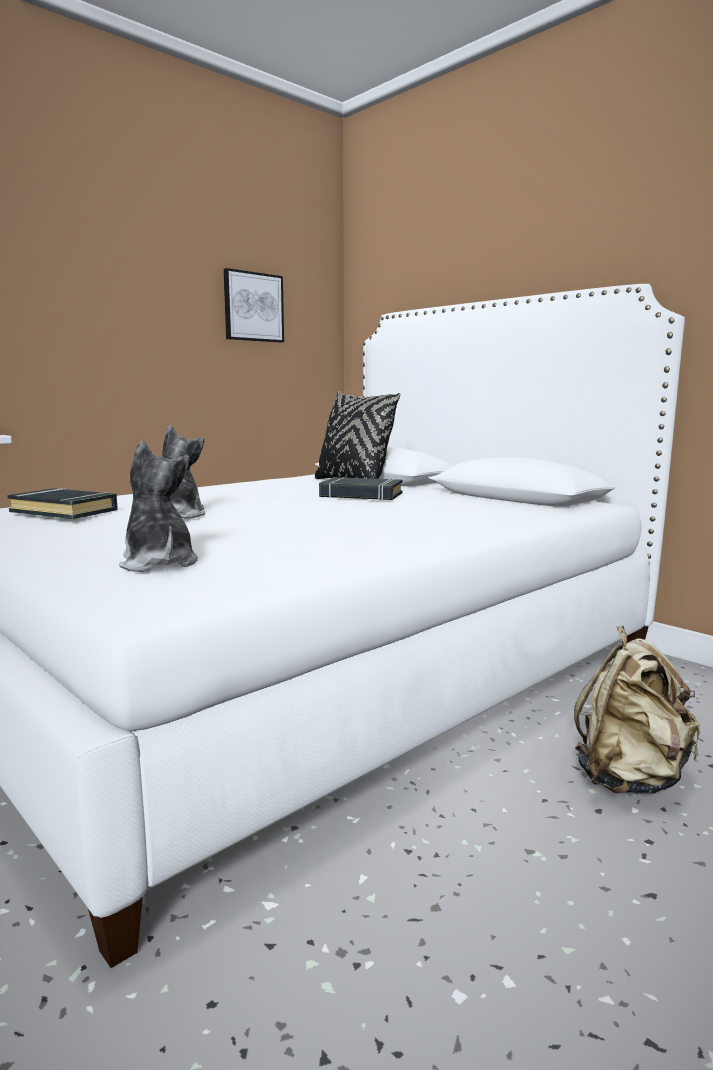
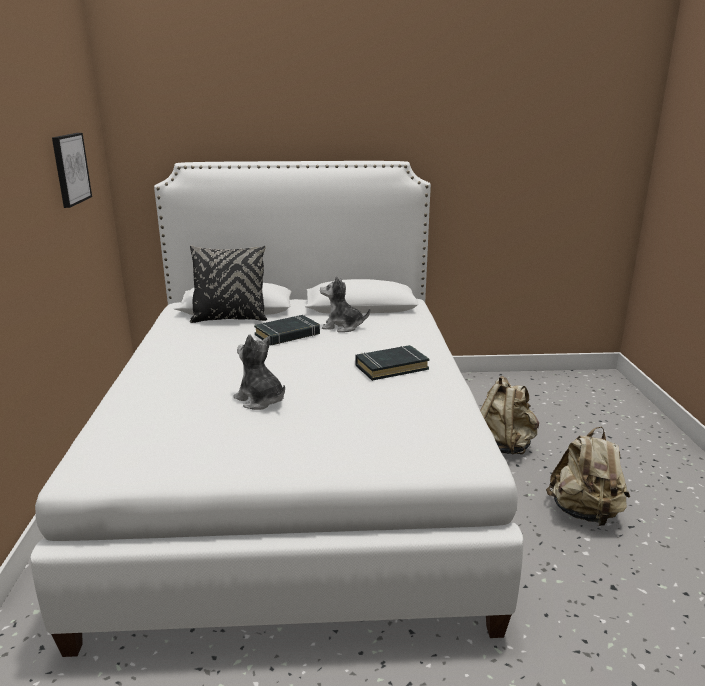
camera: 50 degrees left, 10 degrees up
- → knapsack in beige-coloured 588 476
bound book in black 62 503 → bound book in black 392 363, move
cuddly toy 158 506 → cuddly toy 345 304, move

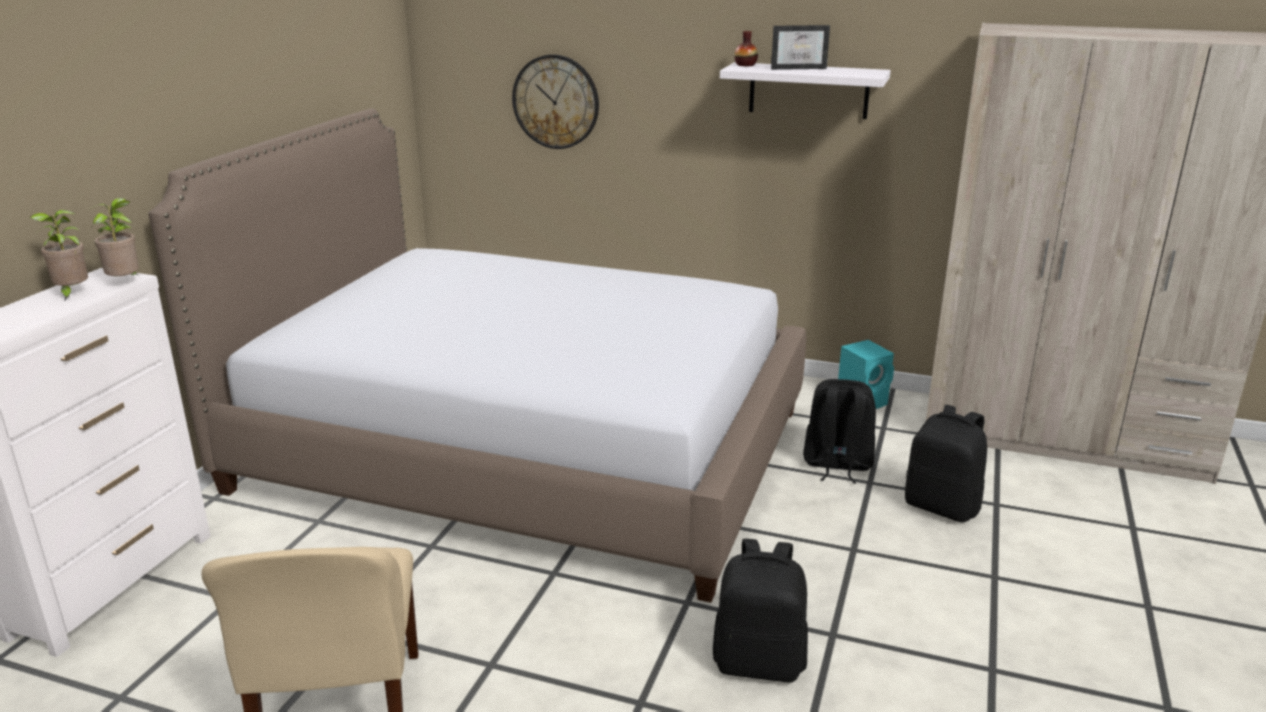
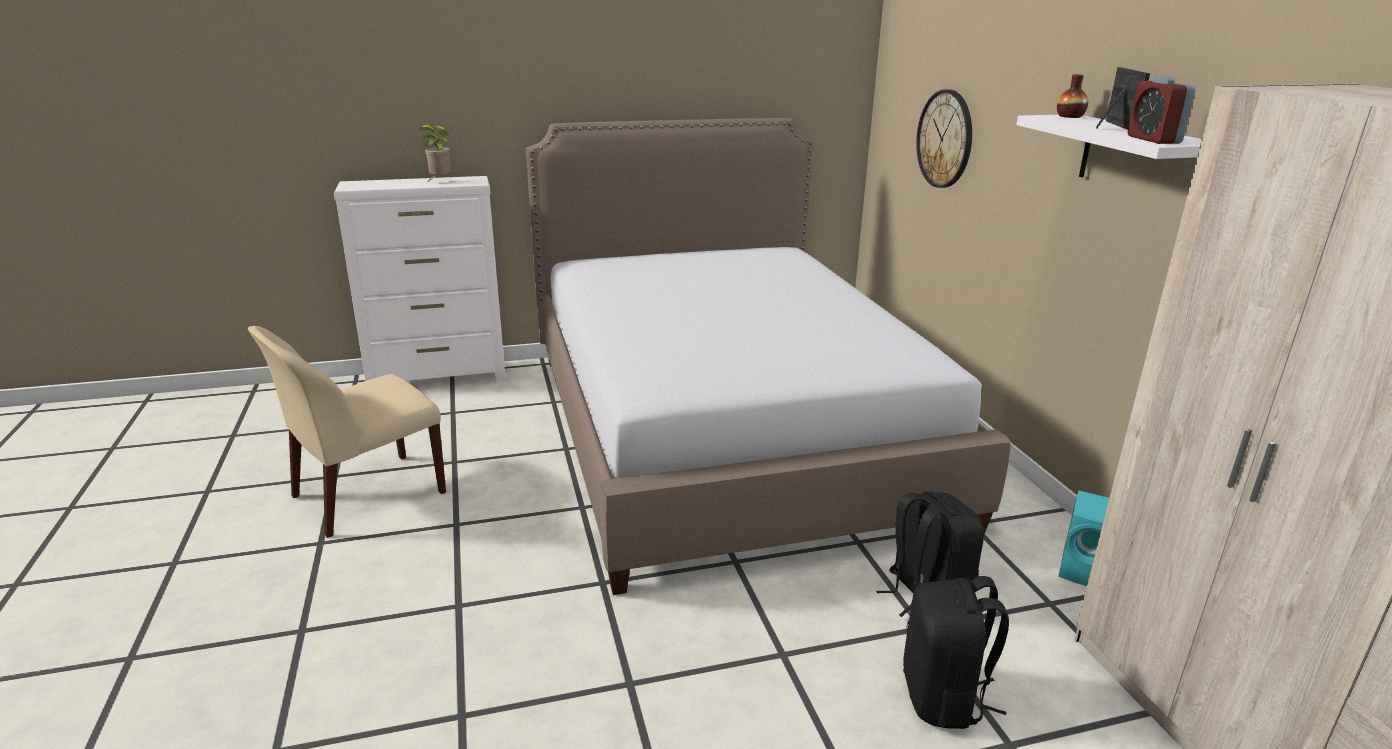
camera: 55 degrees right, 0 degrees up
houseplant 114 237 → -
knapsack in black 760 610 → -
- → bedside clock 1162 110
photo frame 800 47 → photo frame 1123 98, 135 degrees counterclockwise

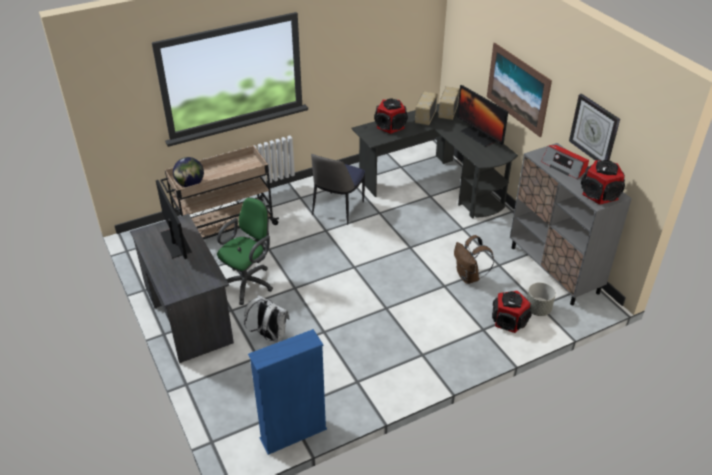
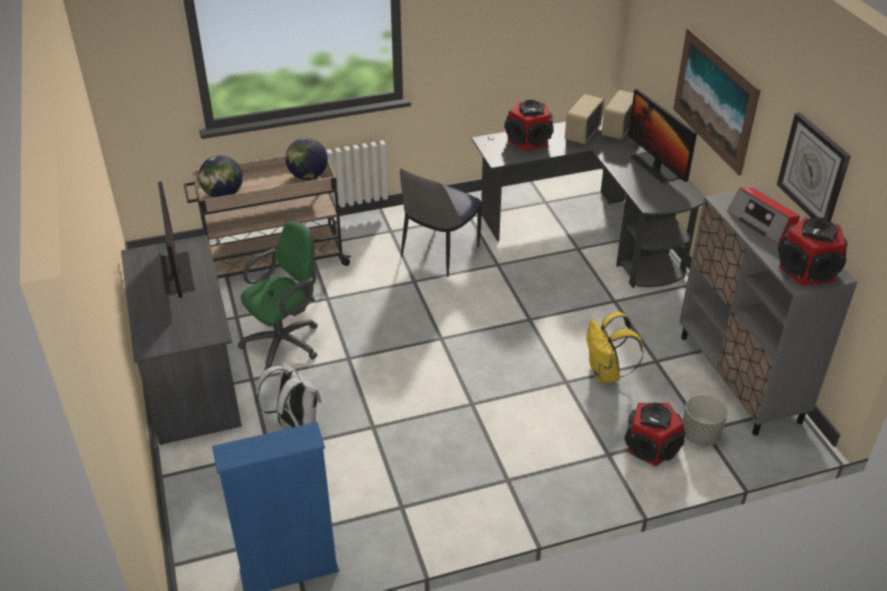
camera: 10 degrees right, 0 degrees up
- → globe 306 159
knapsack in brown 474 259 → knapsack in yellow 615 347

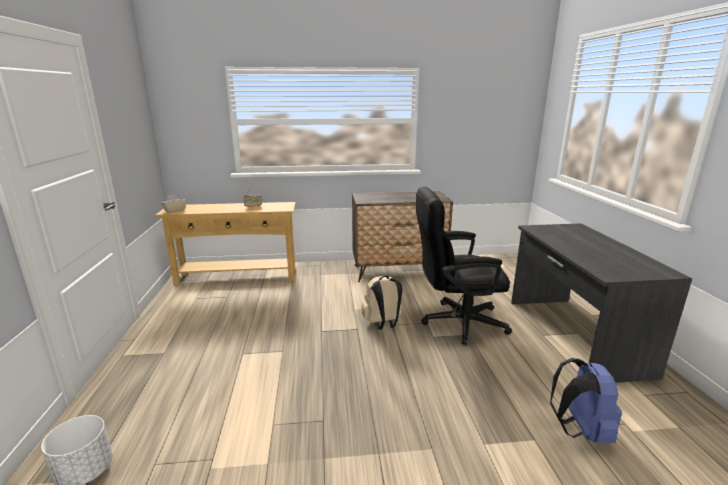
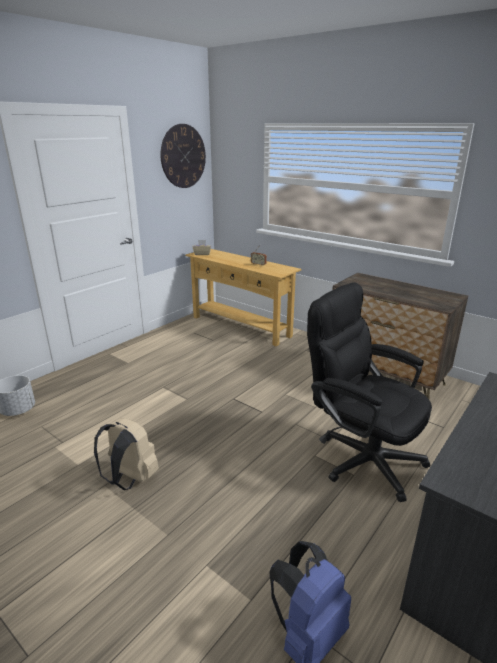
camera: 45 degrees right, 5 degrees up
- → wall clock 183 156
knapsack in beige-coloured 382 303 → knapsack in beige-coloured 126 454, move

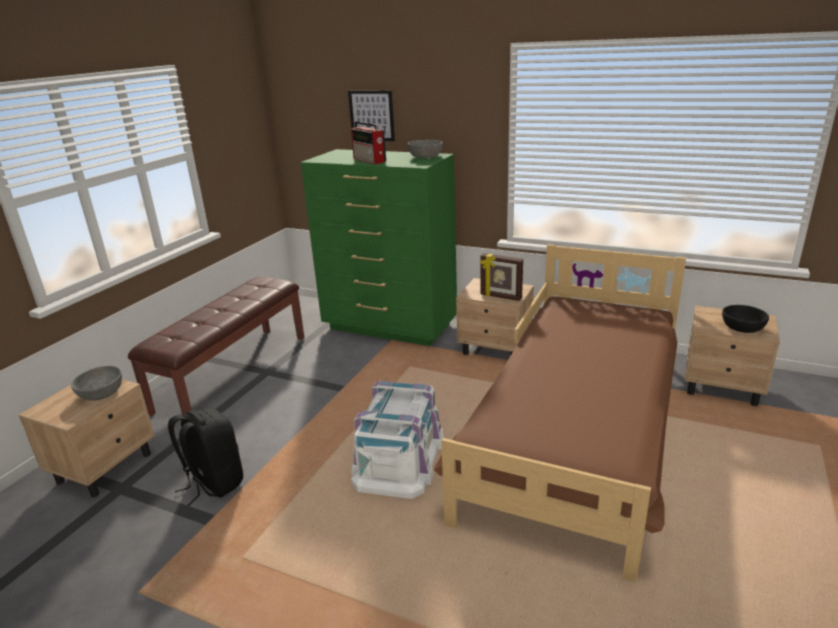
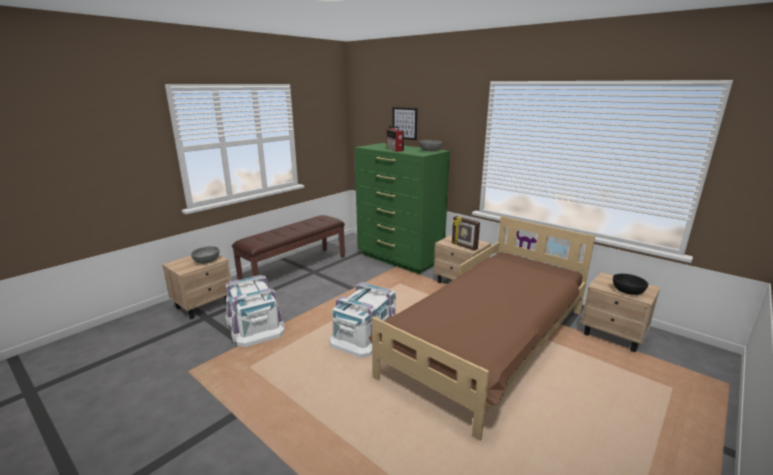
camera: 15 degrees right, 5 degrees down
knapsack in black 205 457 → storage box in whitish 255 311

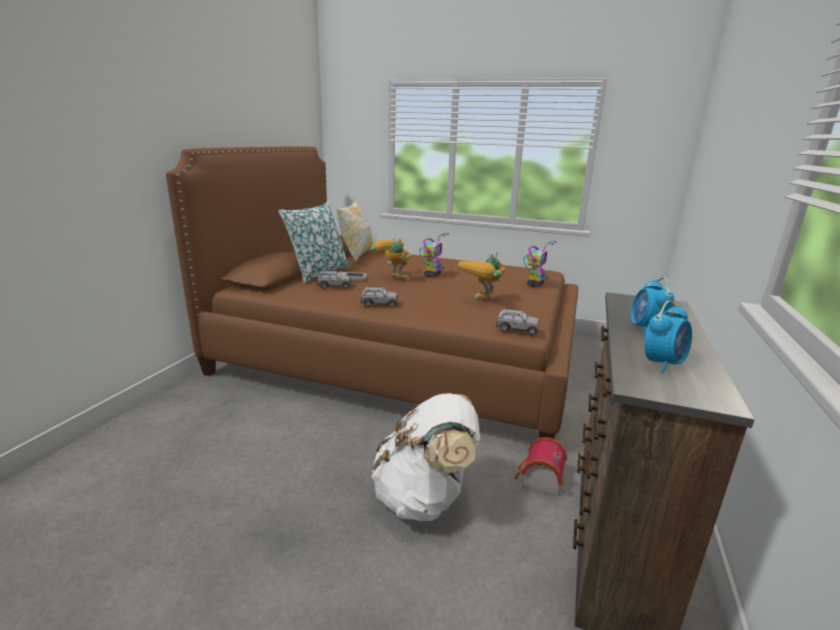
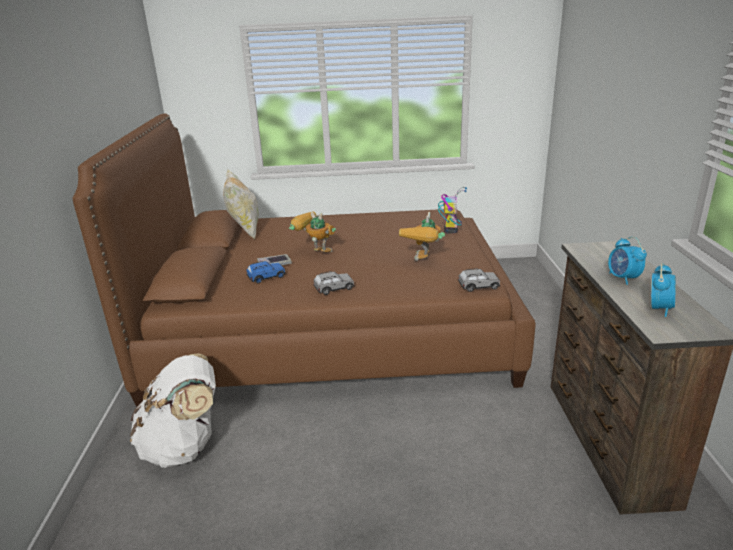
camera: 20 degrees left, 5 degrees up
throw pillow 314 243 → -
robot figure 434 255 → -
miniature house 540 466 → -
knapsack in whitish 425 457 → knapsack in whitish 173 411, move
miniature car in greyish 334 279 → miniature car in bluish 266 272

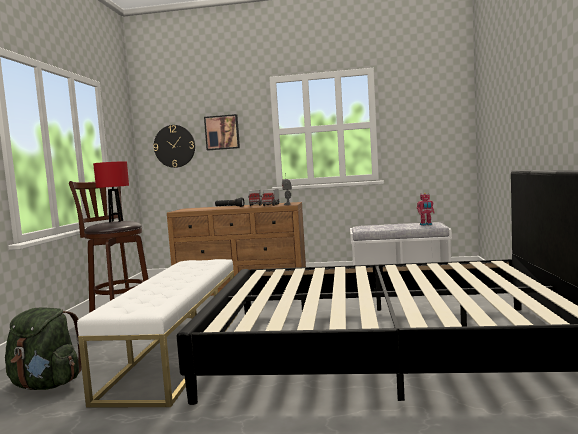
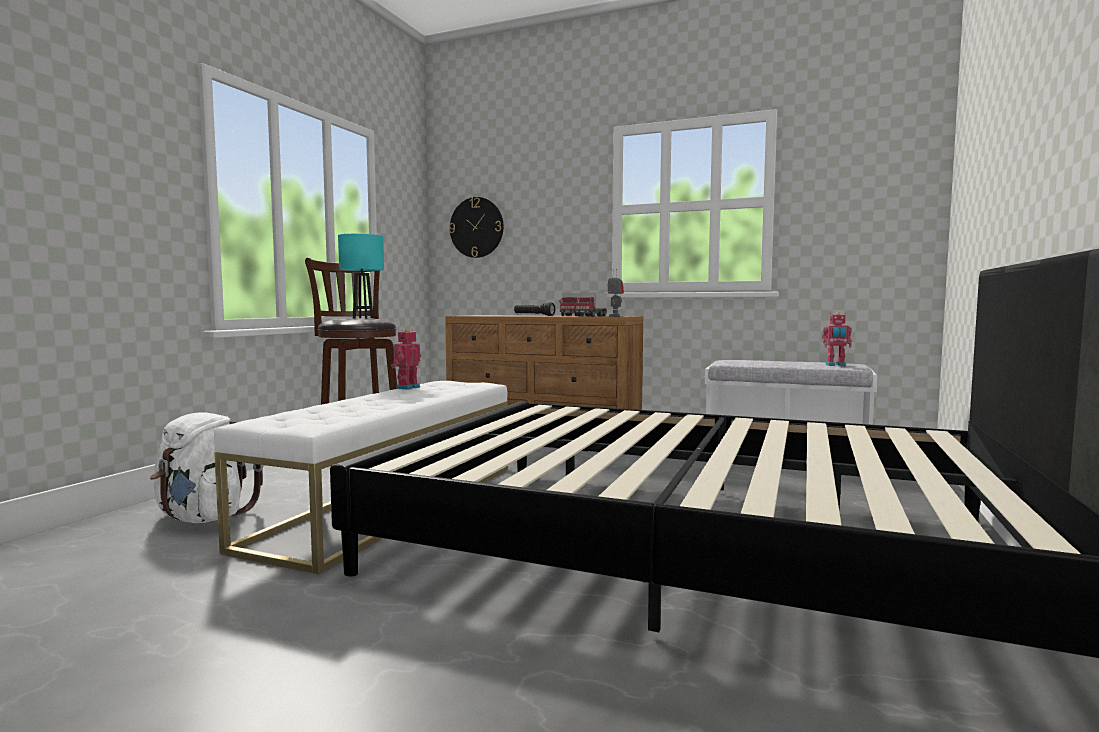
camera: 15 degrees right, 0 degrees up
wall art 222 132 → -
- → robot figure 406 359
knapsack in greenish 43 348 → knapsack in whitish 206 467
tabletop lamp in red-coloured 111 192 → tabletop lamp in turquoise-coloured 361 276

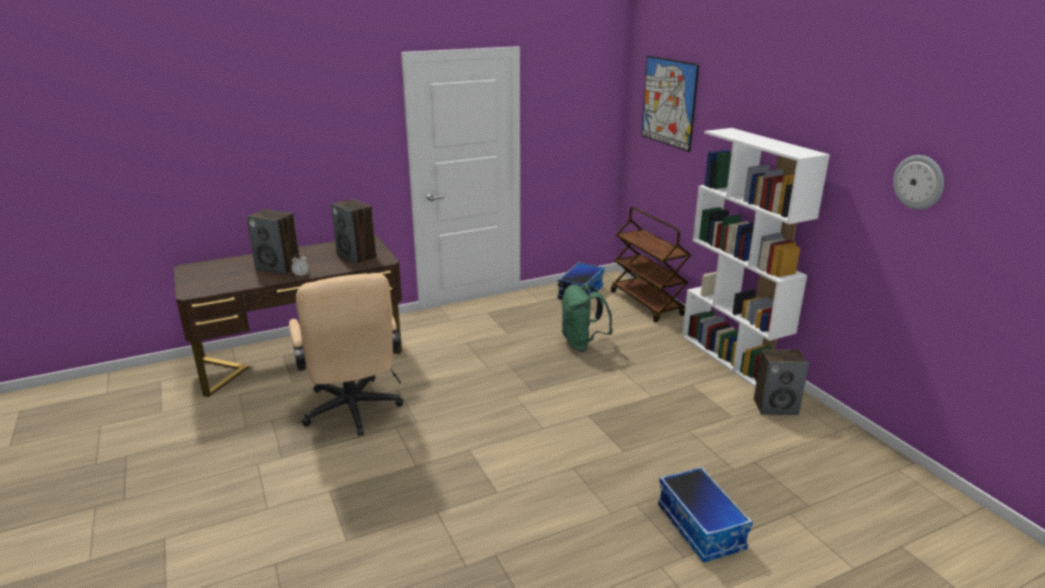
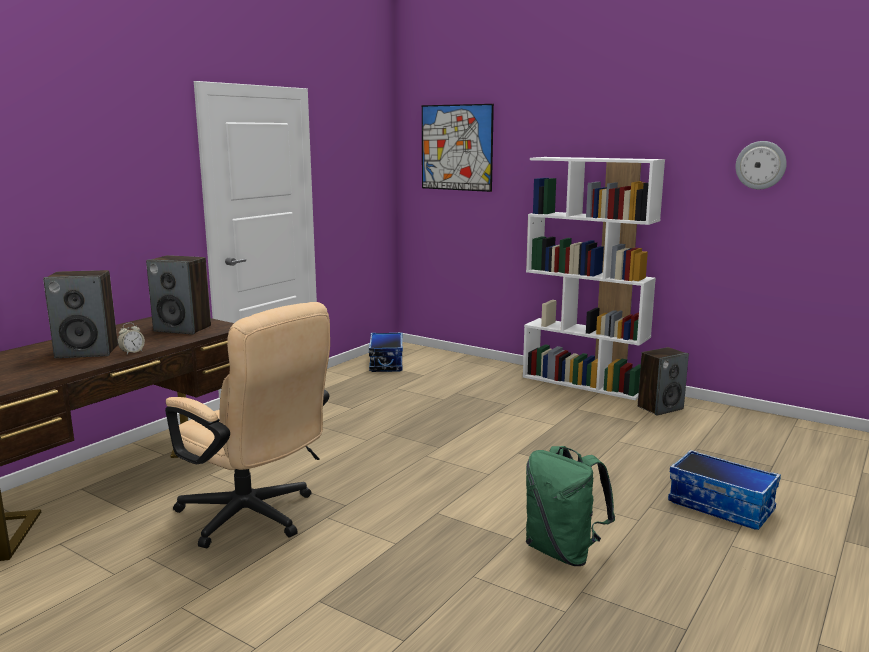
camera: 30 degrees left, 10 degrees down
wheeled cart in brown 651 264 → -
knapsack in greenish 587 318 → knapsack in greenish 570 506, move

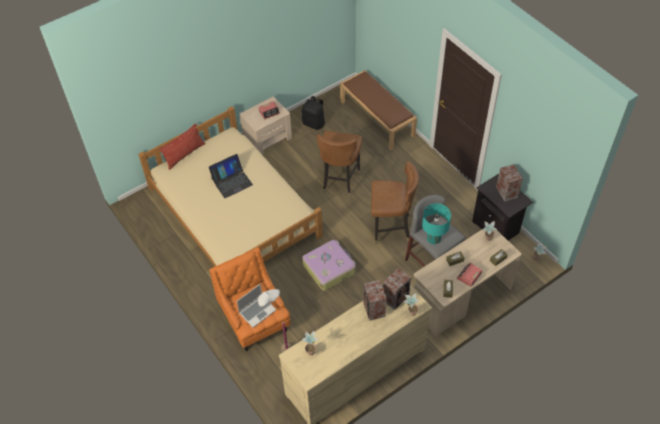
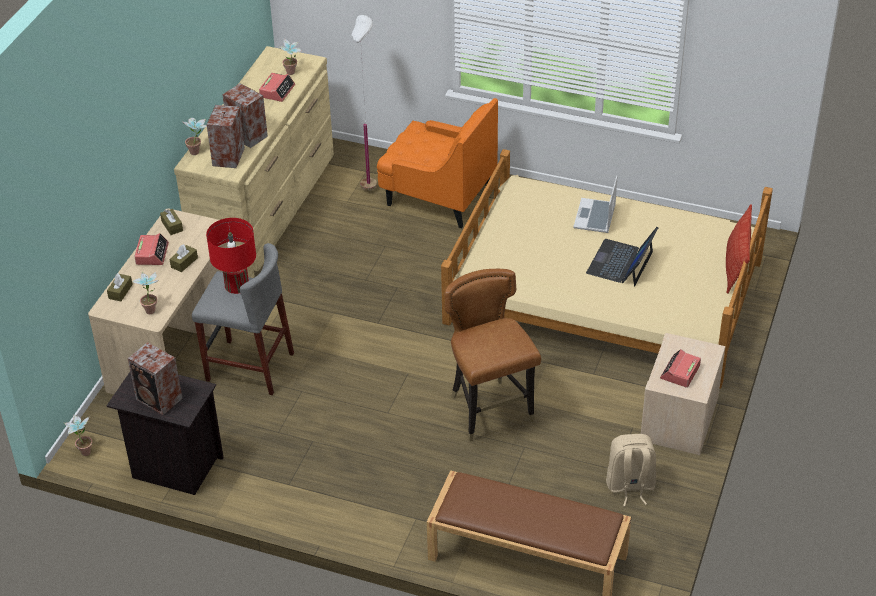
camera: 145 degrees right, 10 degrees down
suitcase 329 265 → -
upright chair in brown 395 202 → -
- → bedside clock 277 87
laptop 257 306 → laptop 595 204, move
knapsack in black 313 113 → knapsack in beige-coloured 631 470
tabletop lamp in turquoise-coloured 436 223 → tabletop lamp in red-coloured 231 256

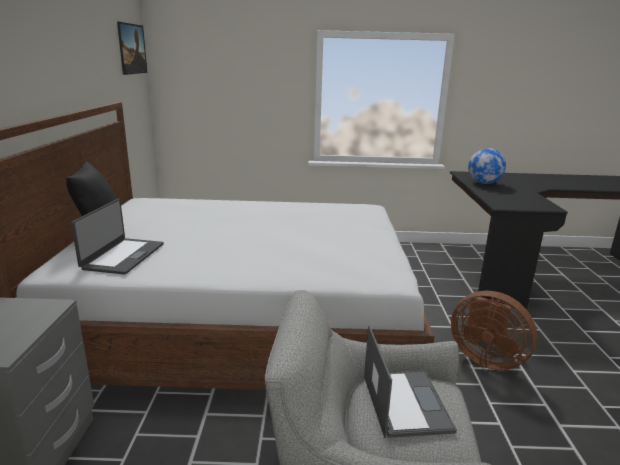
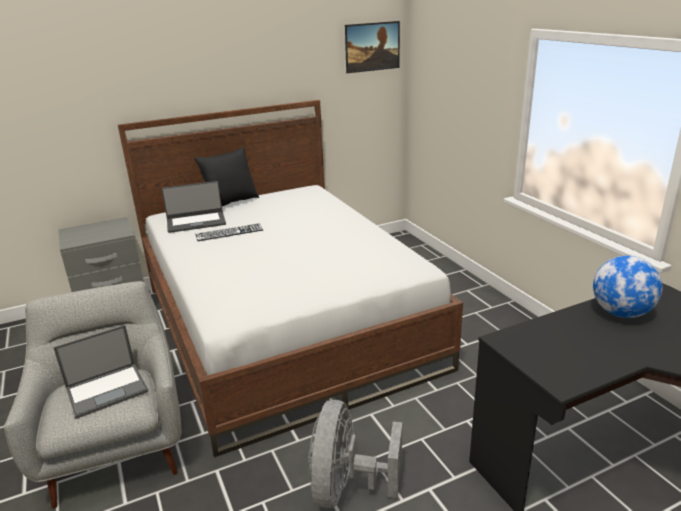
camera: 65 degrees right, 5 degrees up
- → keyboard 229 232
fan in brown 494 330 → fan in greyish 355 454

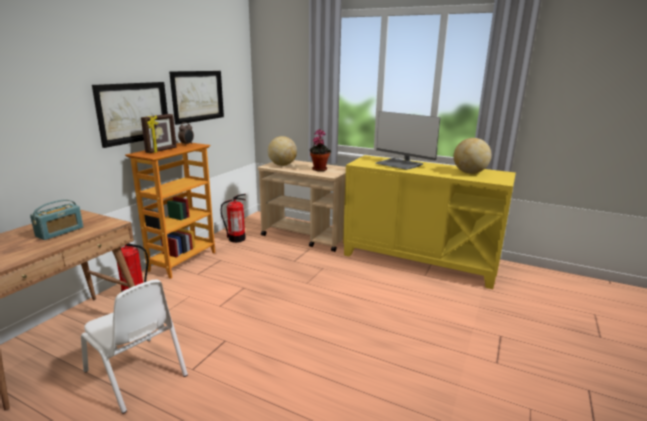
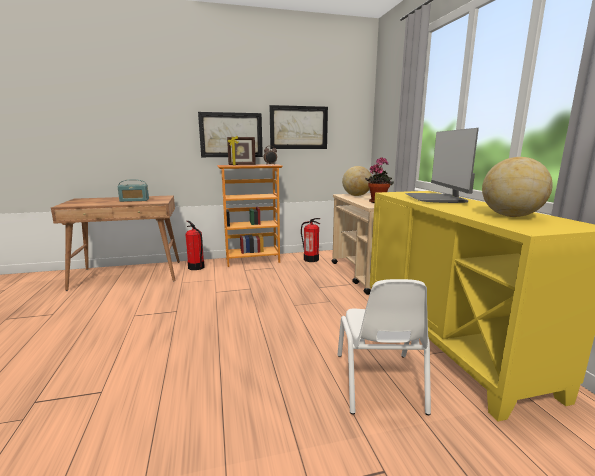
camera: 50 degrees right, 5 degrees down
upright chair in whitish 134 346 → upright chair in whitish 384 347, move

